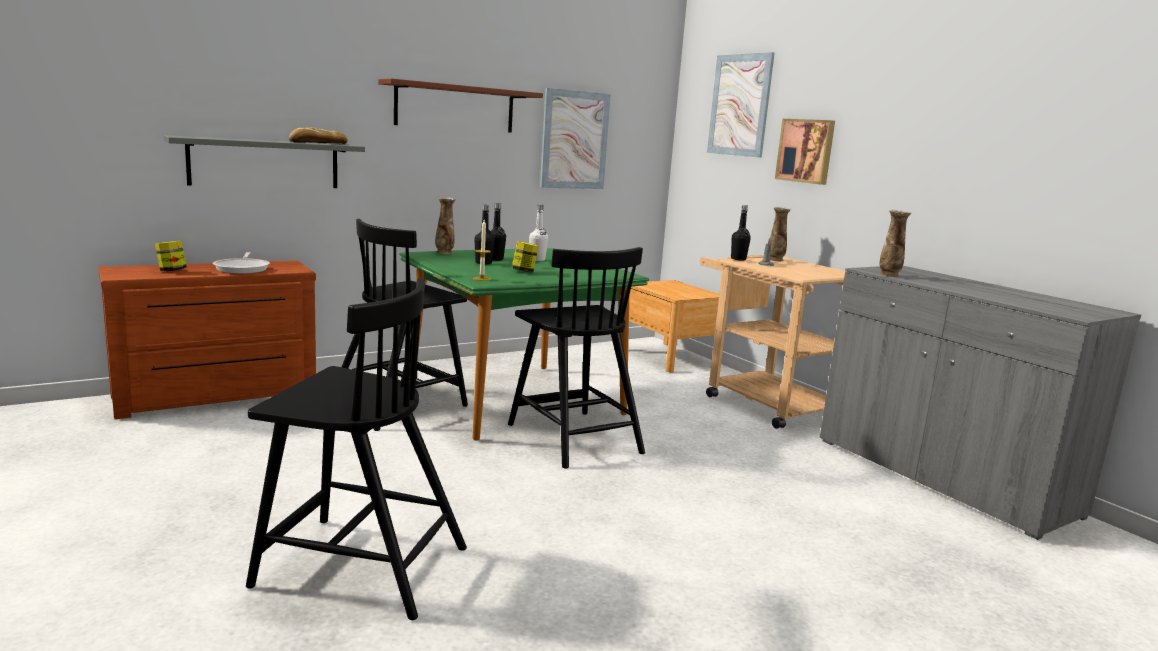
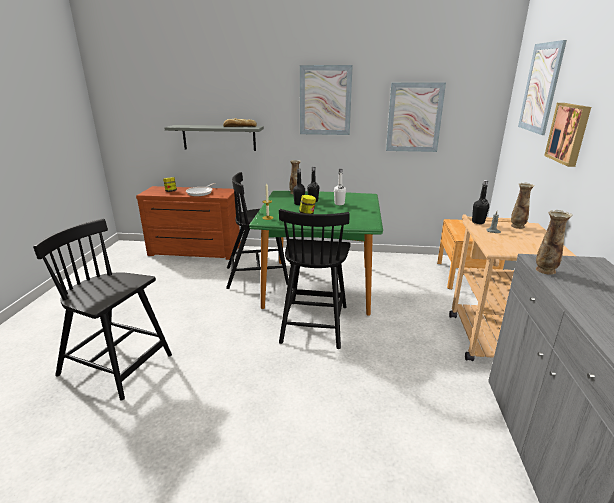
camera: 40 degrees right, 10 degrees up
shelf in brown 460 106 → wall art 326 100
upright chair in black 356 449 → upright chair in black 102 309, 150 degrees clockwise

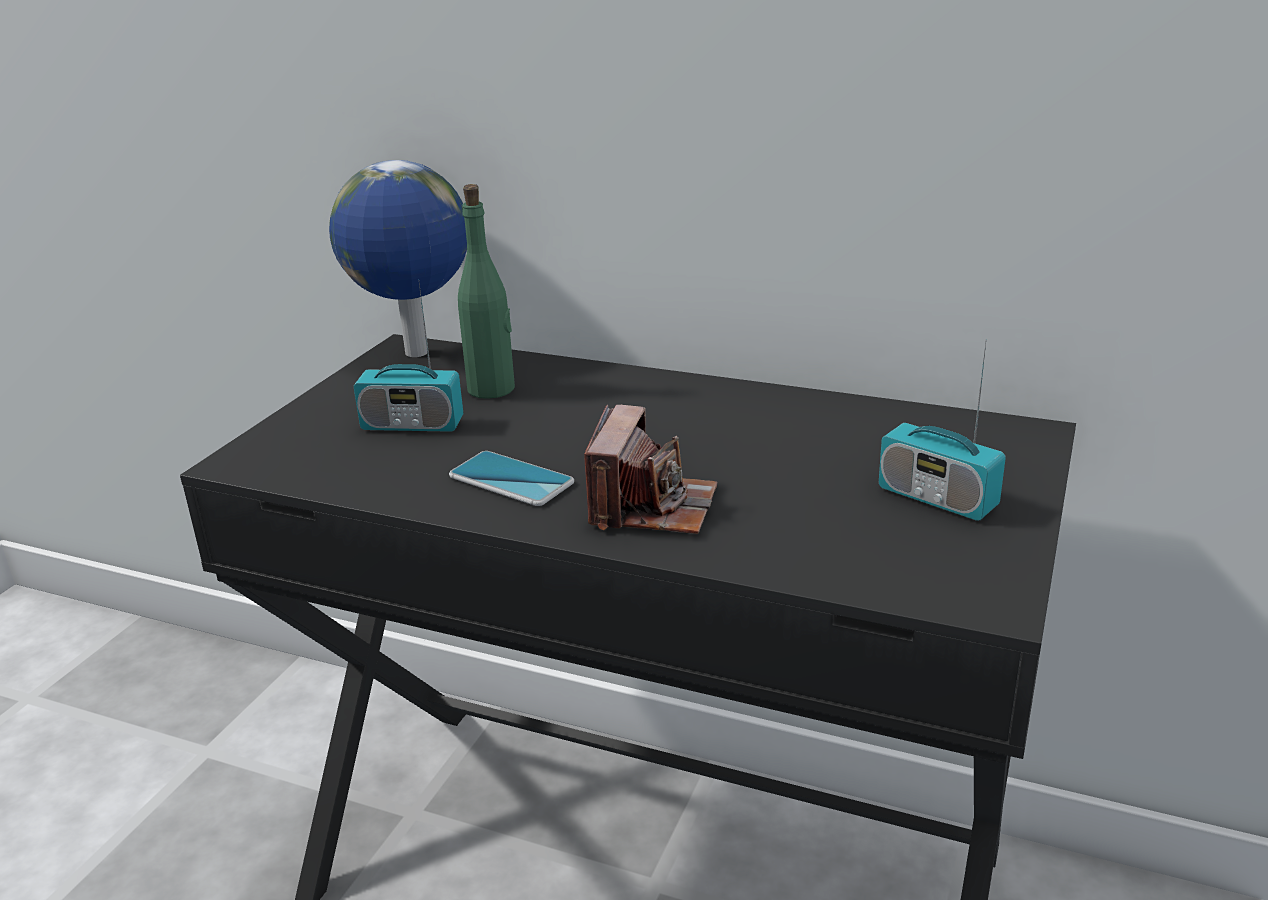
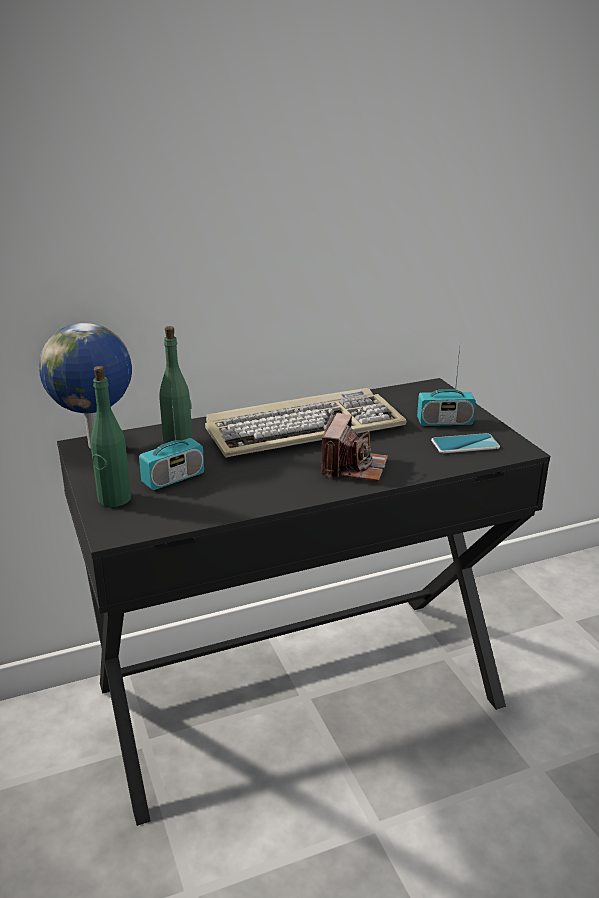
camera: 45 degrees left, 0 degrees up
- → drink bottle in greenish 110 436
- → keyboard 306 423
phone 511 478 → phone 465 443, move
still camera 650 469 → still camera 354 447, 45 degrees clockwise

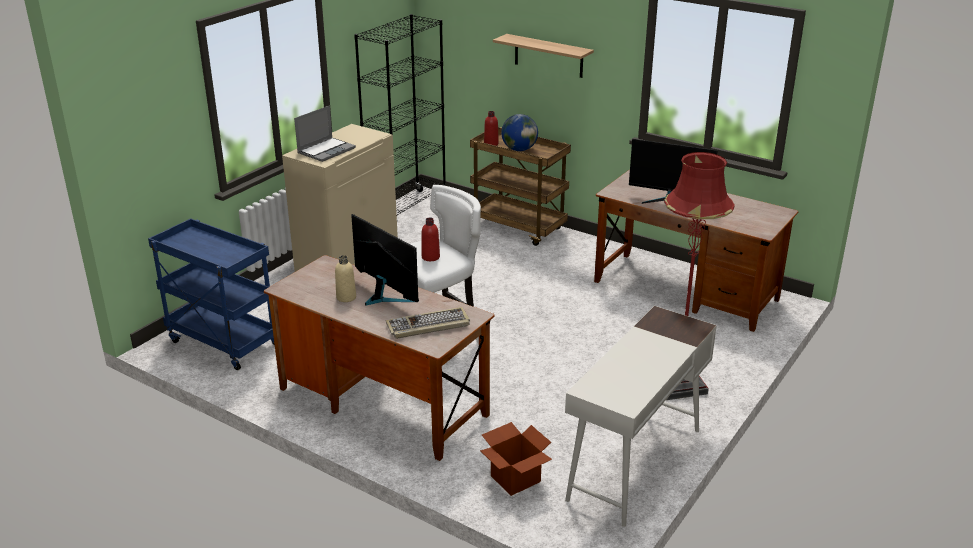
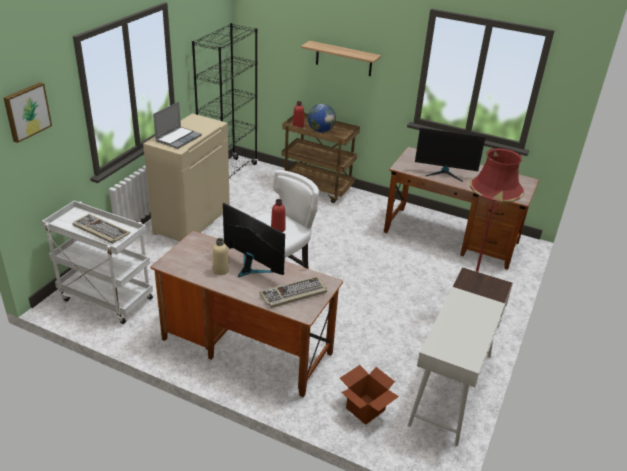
camera: 10 degrees left, 5 degrees up
- → wall art 28 112
- → keyboard 101 229
wheeled cart in bluish 211 294 → wheeled cart in whitish 97 262

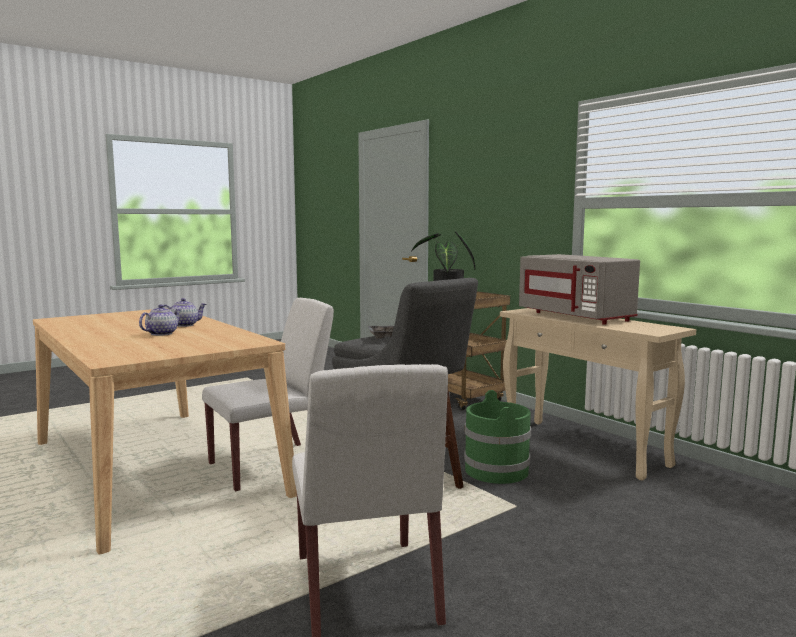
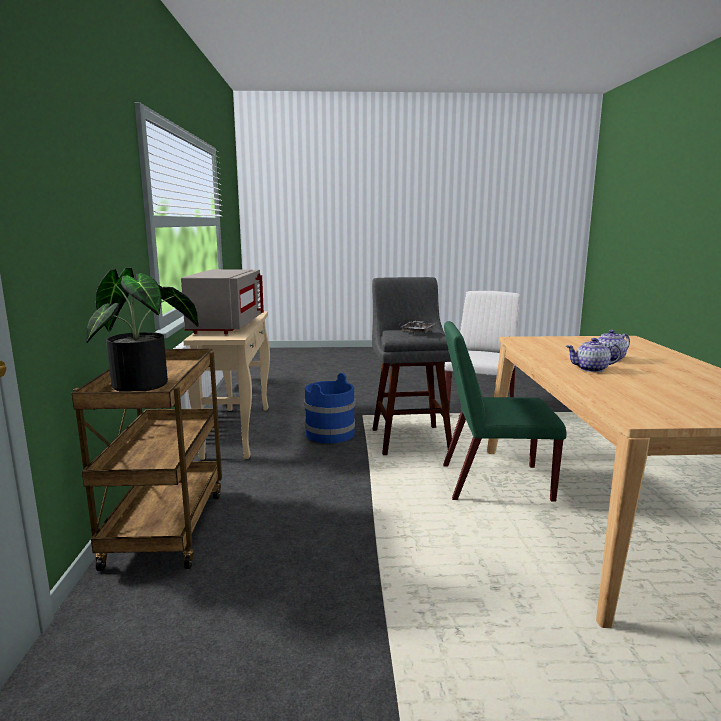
camera: 145 degrees left, 5 degrees up
upright chair in whitish 268 394 → upright chair in greenish 504 411
water bucket in greenish 497 437 → water bucket in bluish 329 408

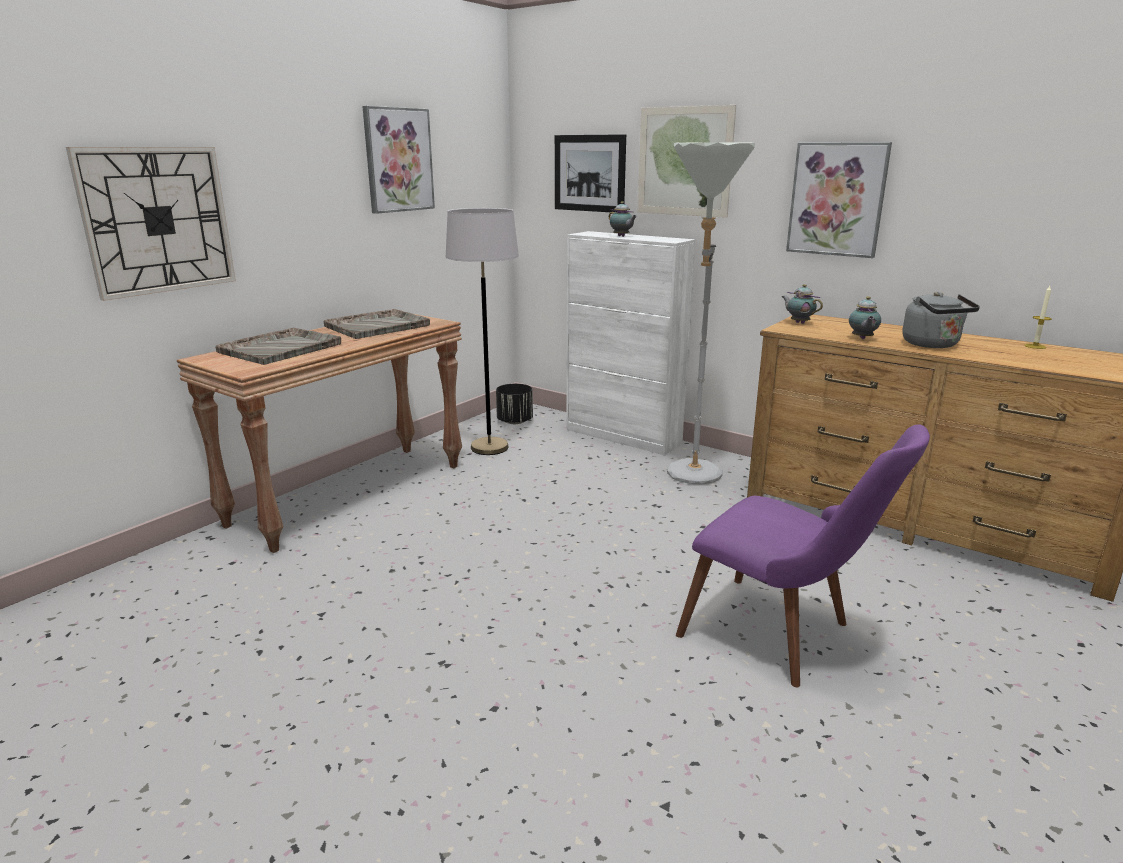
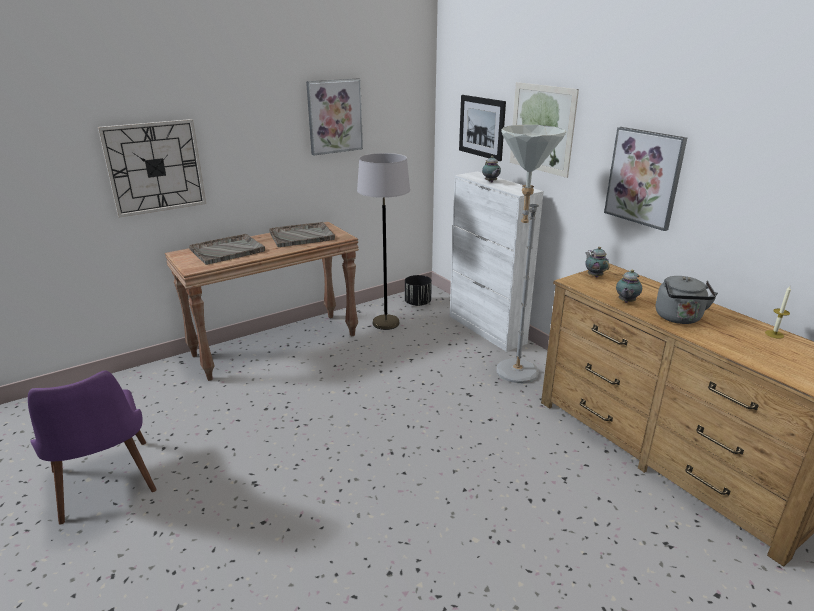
camera: 20 degrees right, 5 degrees up
upright chair in purplish 803 556 → upright chair in purplish 92 447, move

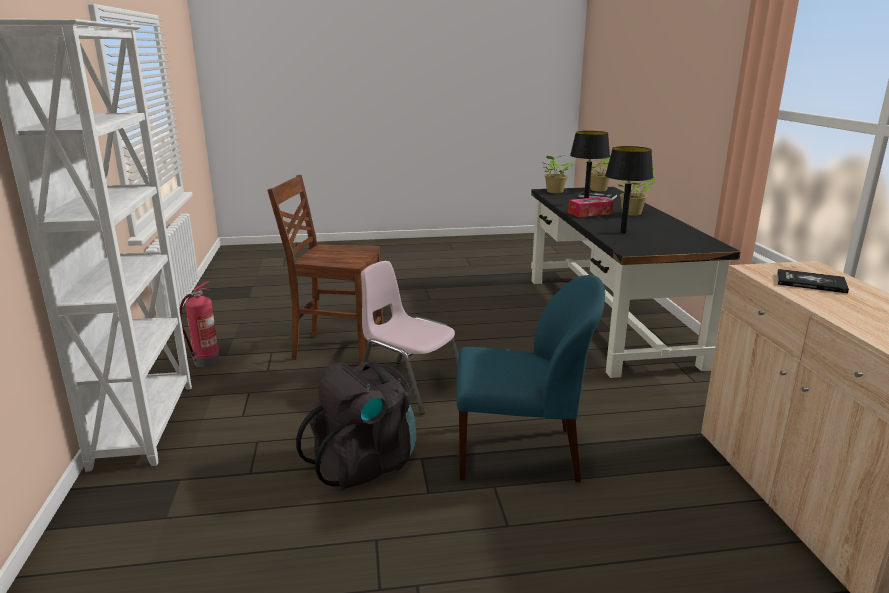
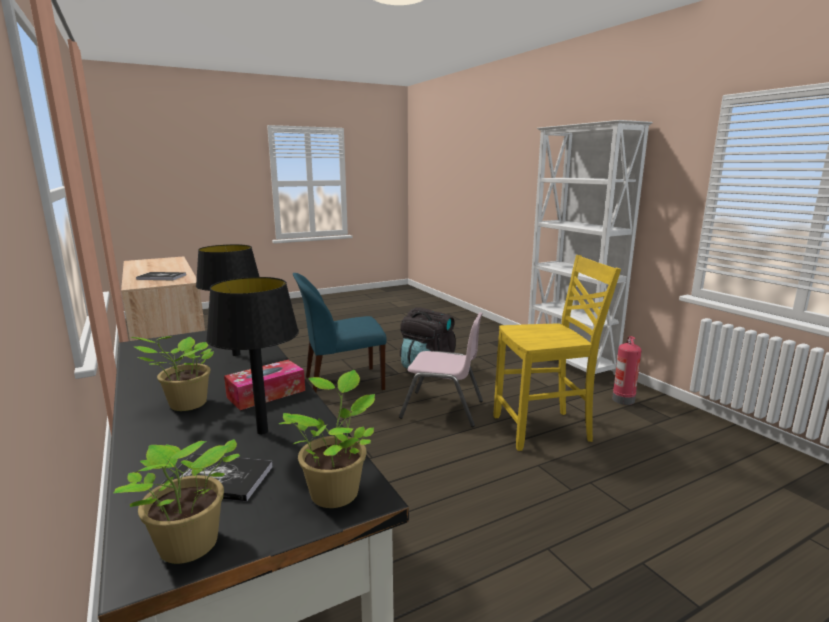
camera: 160 degrees right, 5 degrees down
upright chair in brown 325 269 → upright chair in yellow 557 353

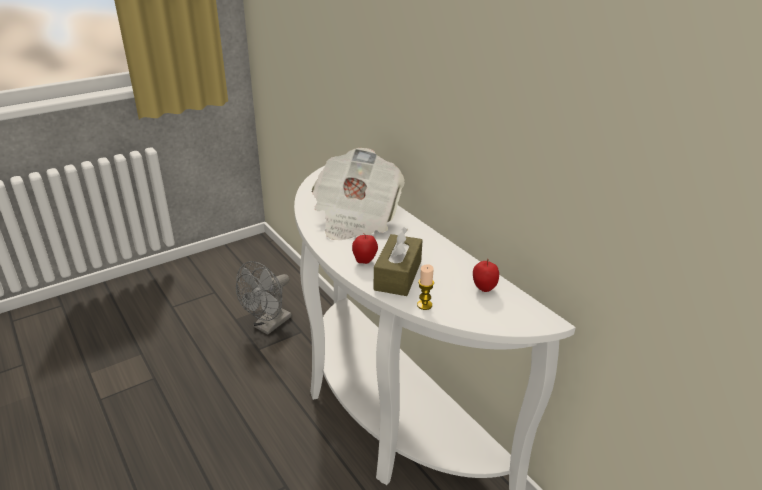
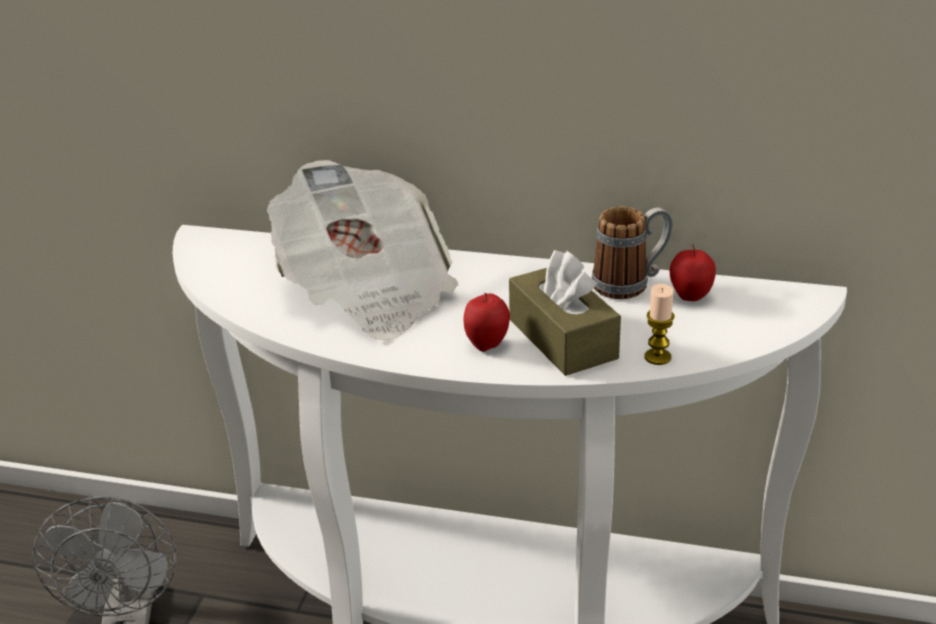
camera: 40 degrees left, 0 degrees up
- → tea mug 632 252

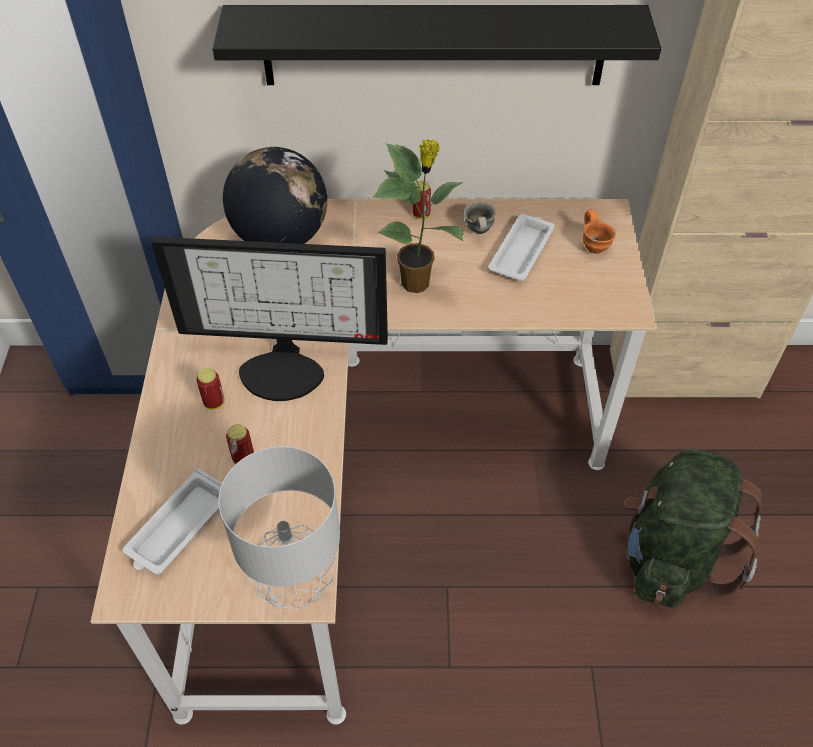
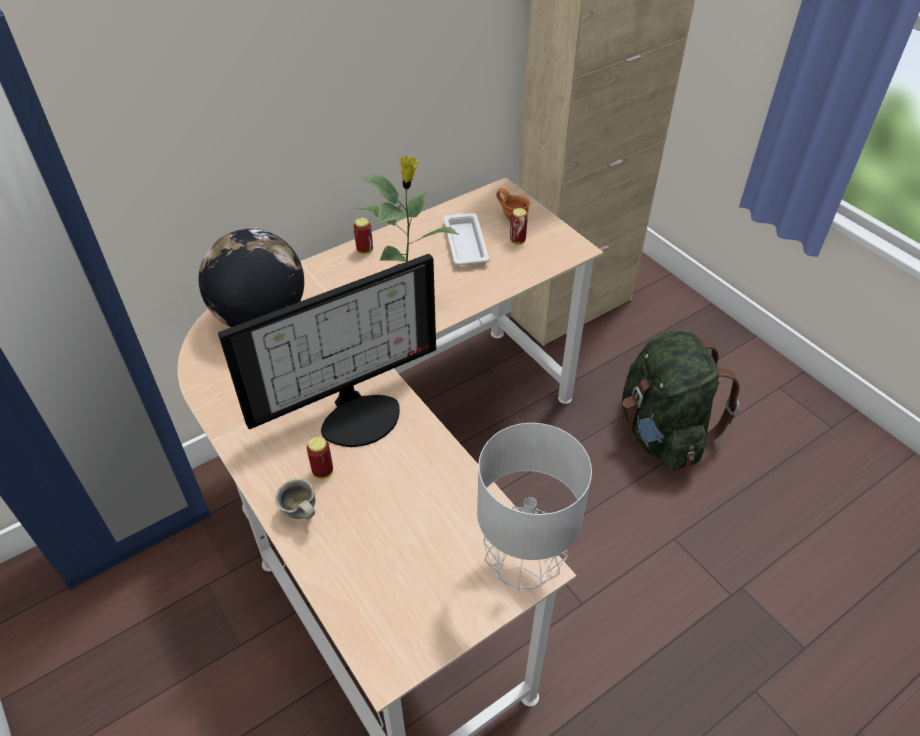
camera: 35 degrees left, 5 degrees down
tray in whitish 172 522 → -
shelf in black 437 45 → -
can 240 444 → can 519 226, move
tea mug in greyish 480 218 → tea mug in greyish 295 498, move

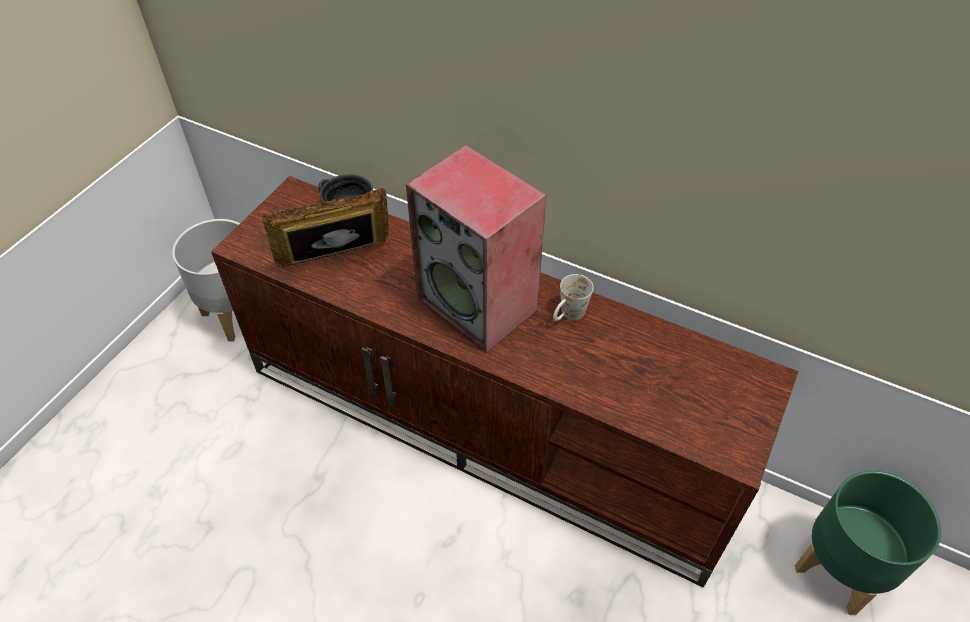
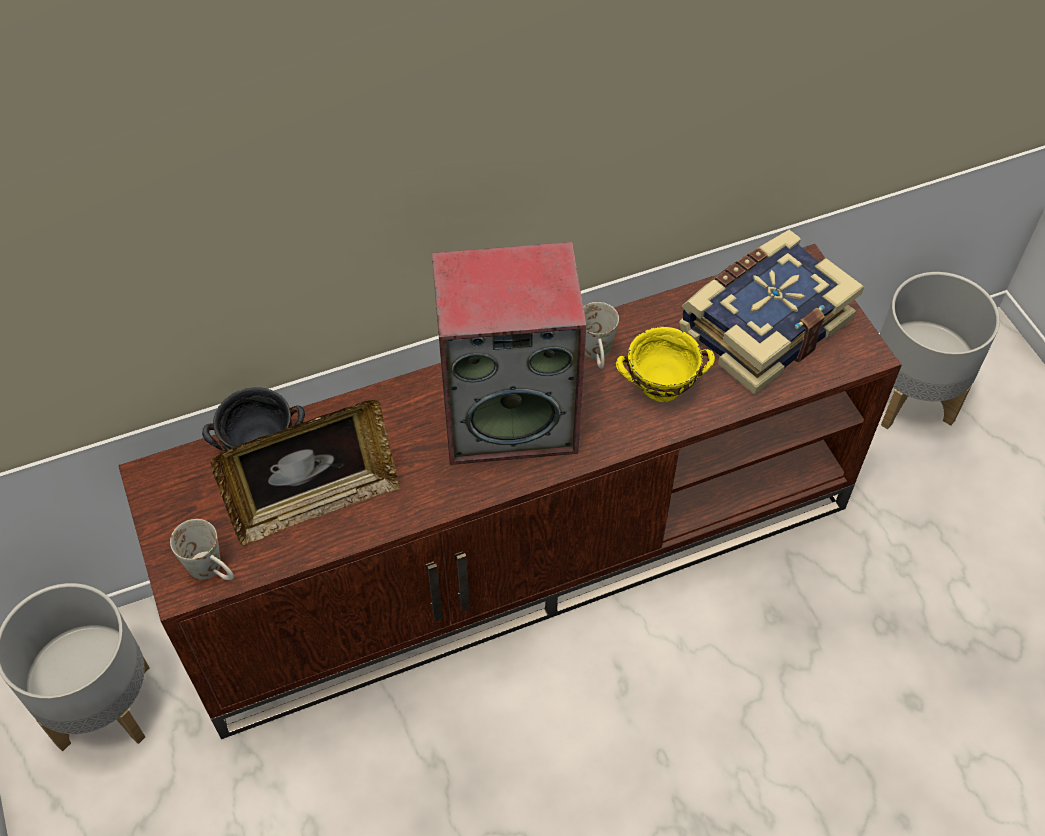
camera: 50 degrees left, 5 degrees up
- → tea mug in whitish 202 549
- → serving bowl in yellow 665 364
- → bound book 771 312
flower pot in greenish 868 543 → flower pot in greyish 940 350
photo frame 325 228 → photo frame 305 472, 135 degrees counterclockwise

